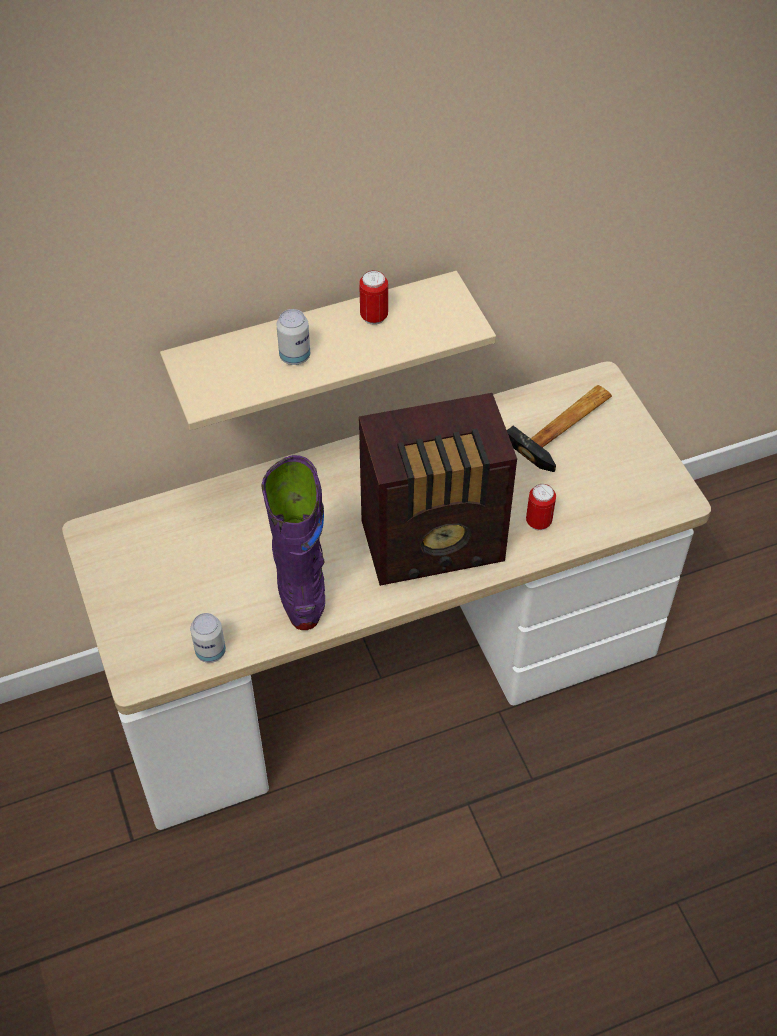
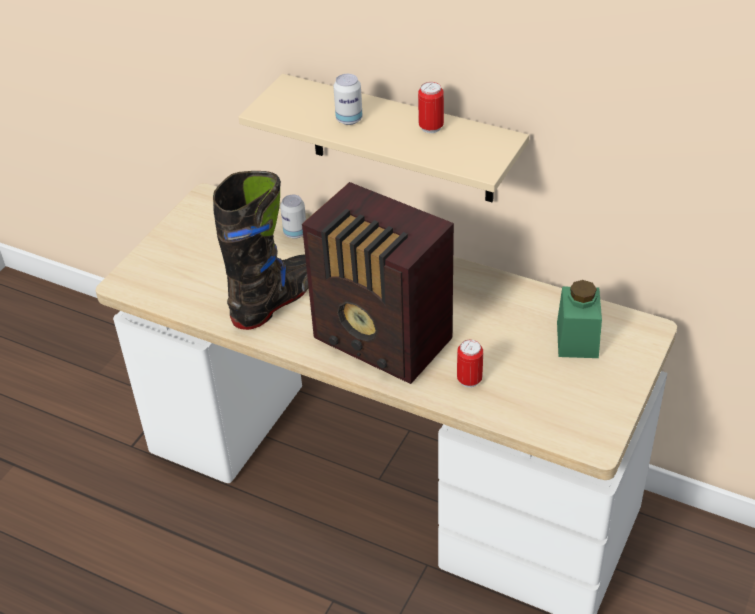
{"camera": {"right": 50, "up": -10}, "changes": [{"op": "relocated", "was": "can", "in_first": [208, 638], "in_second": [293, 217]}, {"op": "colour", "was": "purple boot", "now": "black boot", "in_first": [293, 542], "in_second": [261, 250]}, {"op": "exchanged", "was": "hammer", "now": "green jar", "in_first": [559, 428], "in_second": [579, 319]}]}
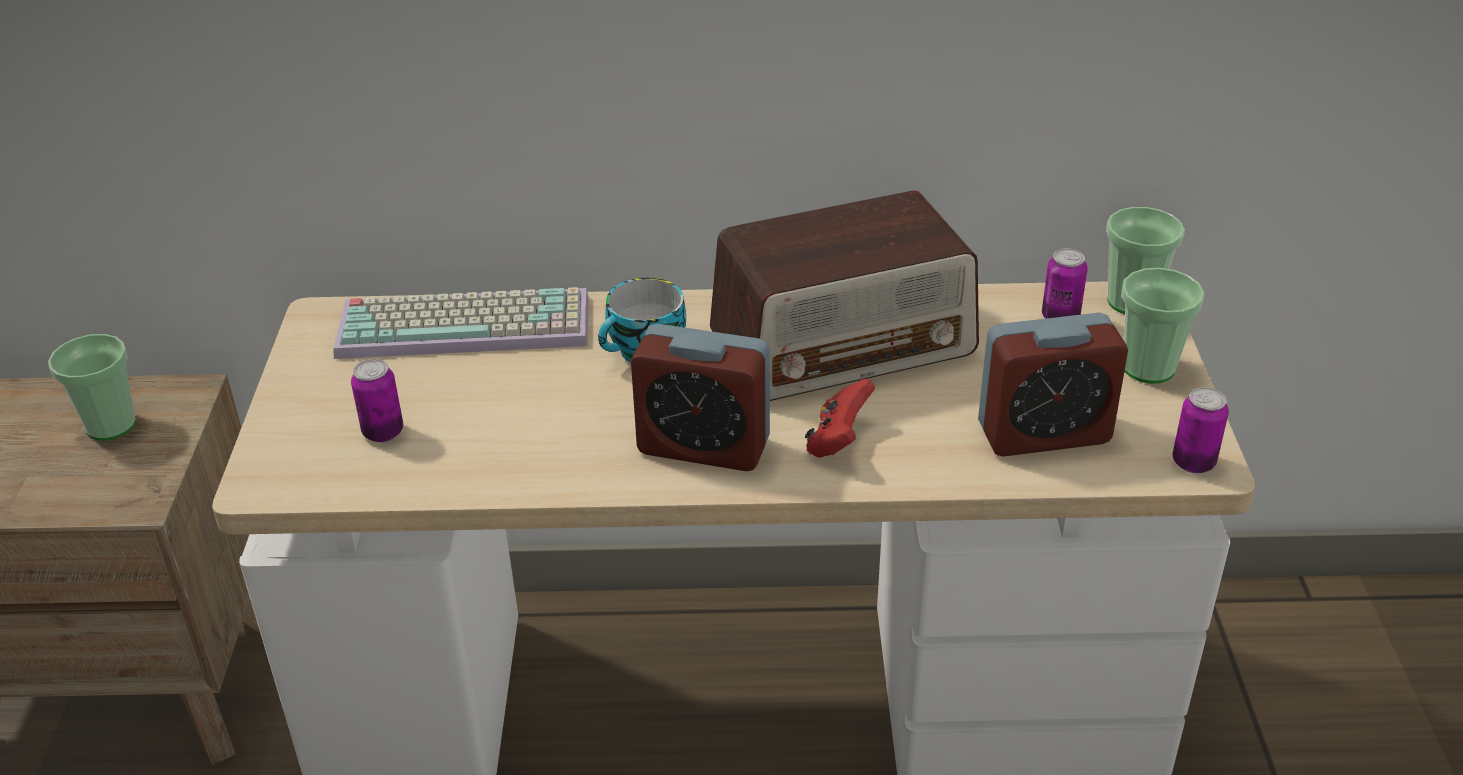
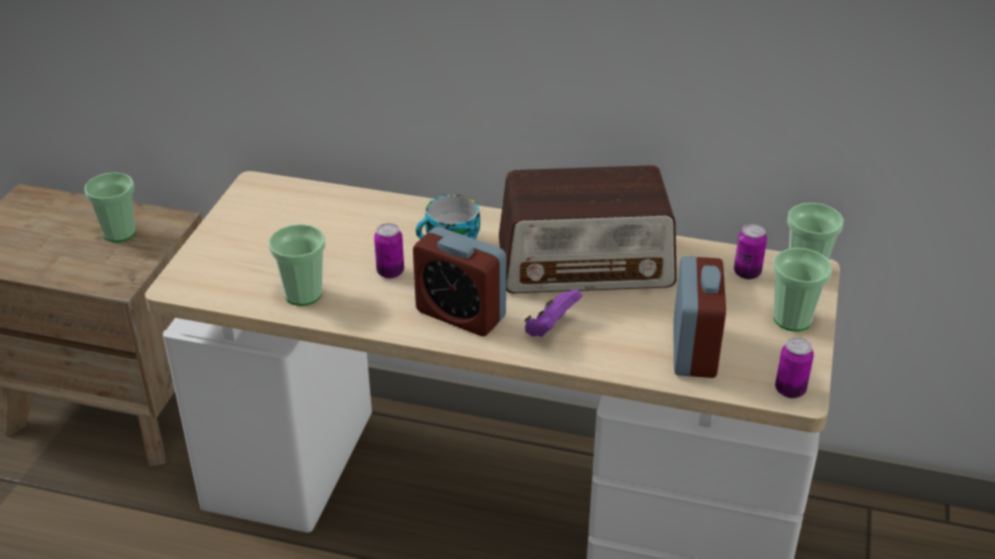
{"camera": {"right": 15, "up": 0}, "changes": [{"op": "missing", "was": "keyboard", "in_first": [461, 323]}, {"op": "relocated", "was": "can", "in_first": [377, 400], "in_second": [389, 251]}, {"op": "colour", "was": "red game controller", "now": "purple game controller", "in_first": [840, 418], "in_second": [553, 313]}, {"op": "spun", "was": "alarm clock", "in_first": [1053, 385], "in_second": [699, 317], "clockwise": -90}, {"op": "appeared", "now": "cup", "in_second": [297, 265]}]}
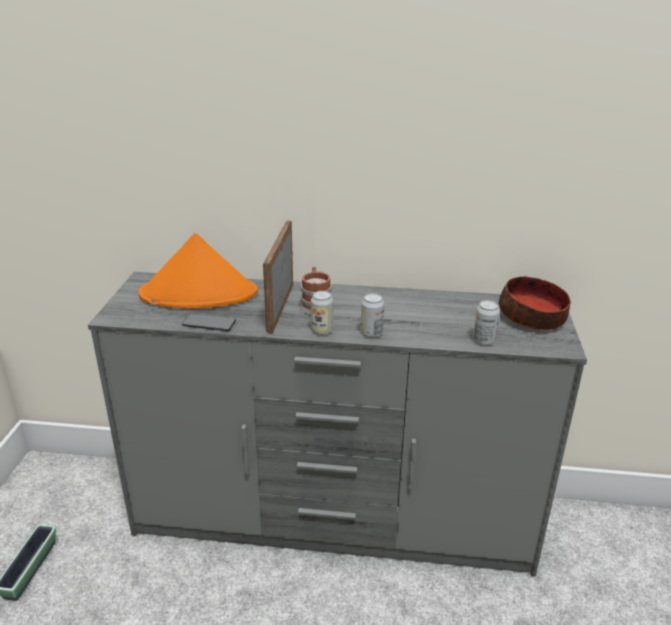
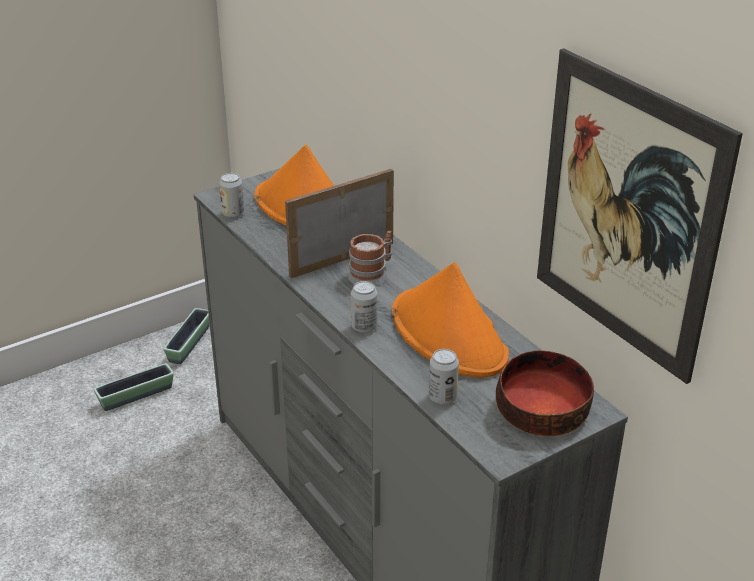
{"camera": {"right": 50, "up": 5}, "changes": [{"op": "missing", "was": "phone", "in_first": [209, 322]}, {"op": "relocated", "was": "can", "in_first": [322, 313], "in_second": [231, 195]}, {"op": "appeared", "now": "planter", "in_second": [186, 336]}, {"op": "appeared", "now": "orange hat", "in_second": [450, 320]}, {"op": "appeared", "now": "picture", "in_second": [640, 216]}]}
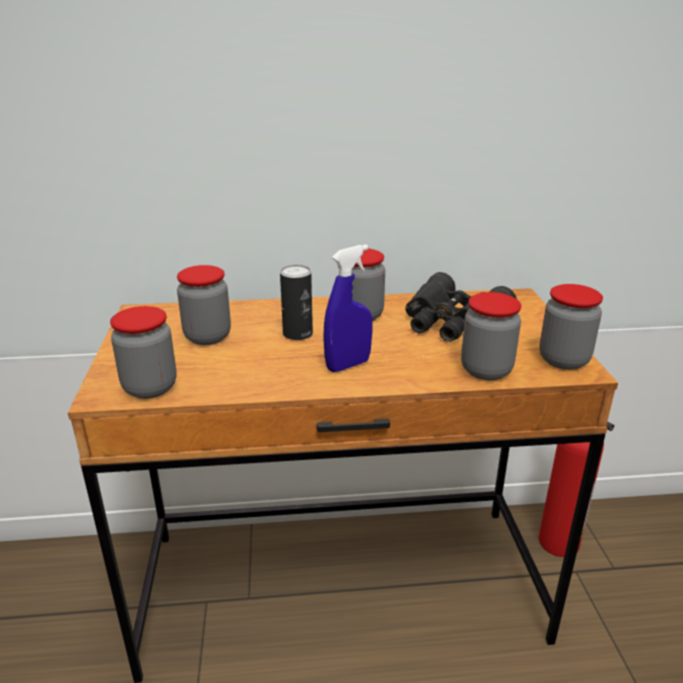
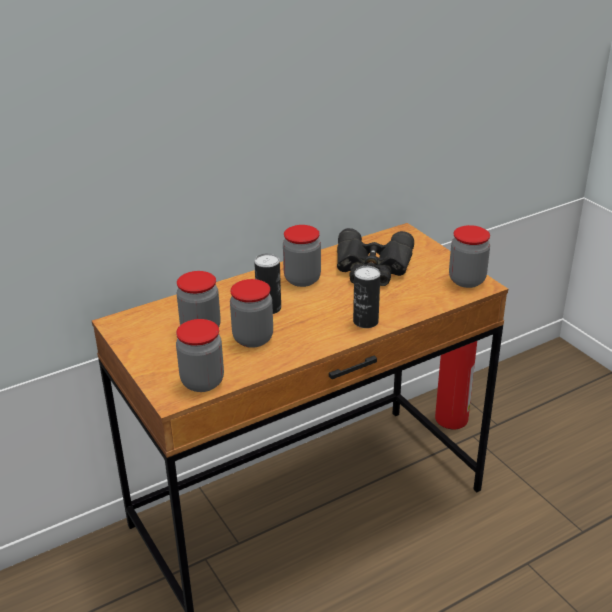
{"camera": {"right": -25, "up": 5}, "changes": [{"op": "missing", "was": "blue spray bottle", "in_first": [348, 308]}, {"op": "relocated", "was": "jar", "in_first": [491, 336], "in_second": [251, 313]}, {"op": "appeared", "now": "can", "in_second": [366, 297]}]}
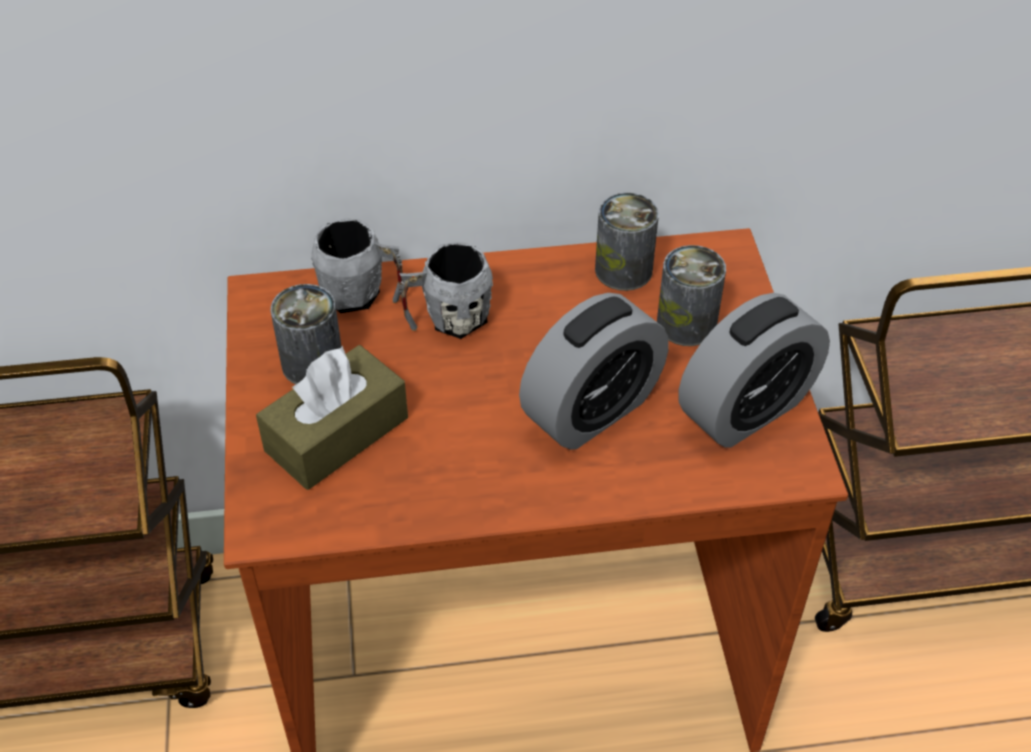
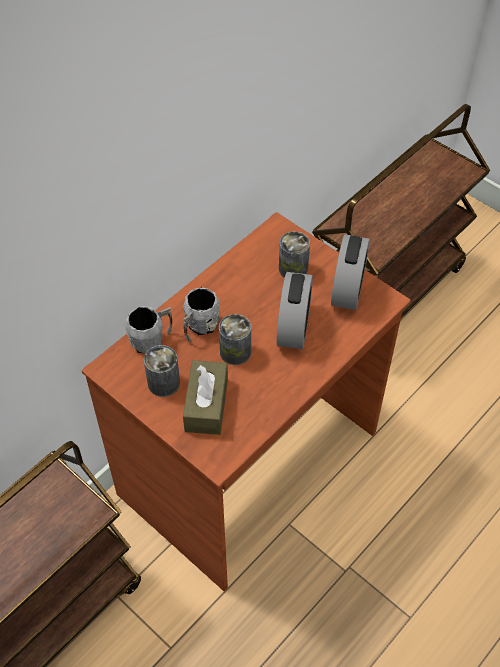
{"camera": {"right": -40, "up": 5}, "changes": [{"op": "relocated", "was": "can", "in_first": [627, 242], "in_second": [235, 339]}]}
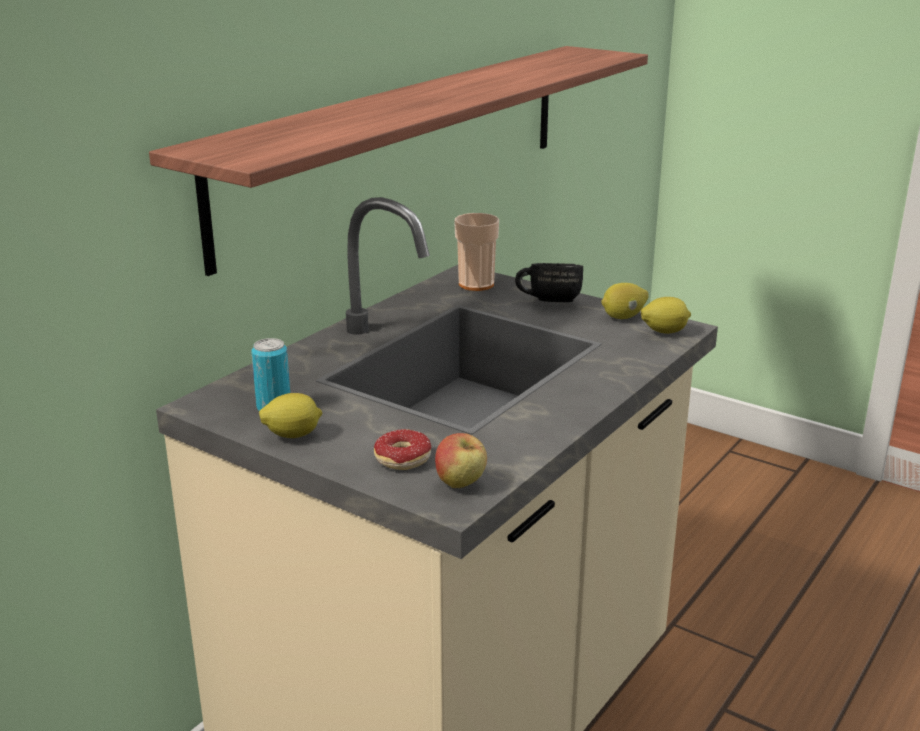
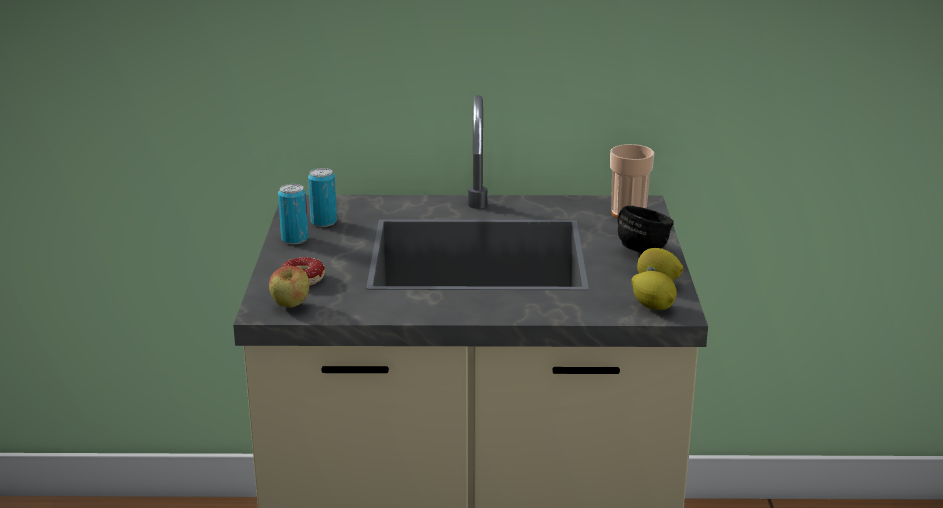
{"camera": {"right": 55, "up": 0}, "changes": [{"op": "missing", "was": "shelf", "in_first": [398, 161]}, {"op": "exchanged", "was": "lemon", "now": "can", "in_first": [290, 415], "in_second": [293, 214]}]}
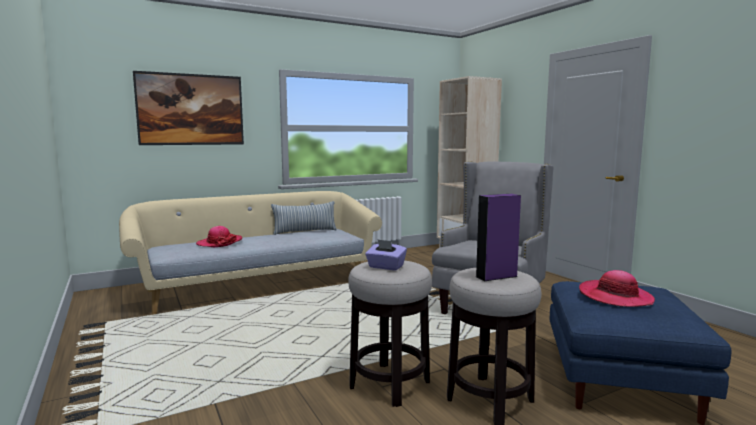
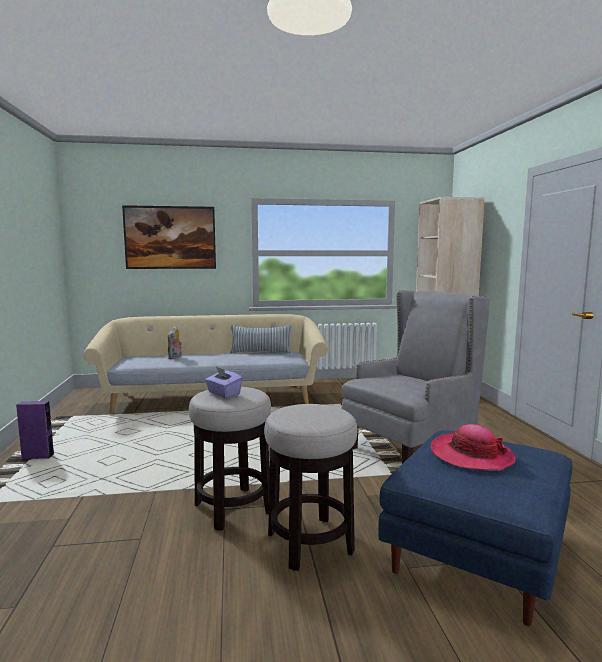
{"camera": {"right": 20, "up": 0}, "changes": [{"op": "exchanged", "was": "hat", "now": "plush toy", "in_first": [219, 236], "in_second": [175, 342]}, {"op": "relocated", "was": "purple speaker", "in_first": [498, 237], "in_second": [35, 430]}]}
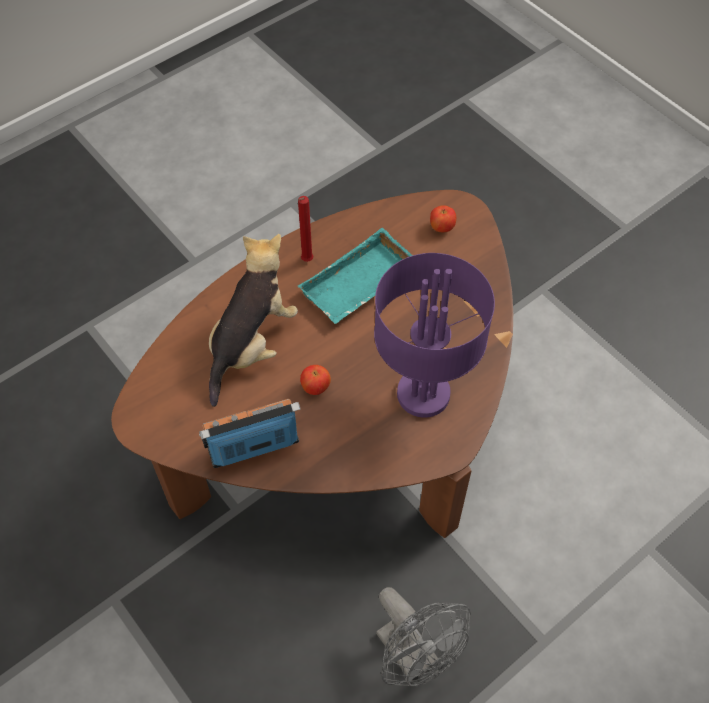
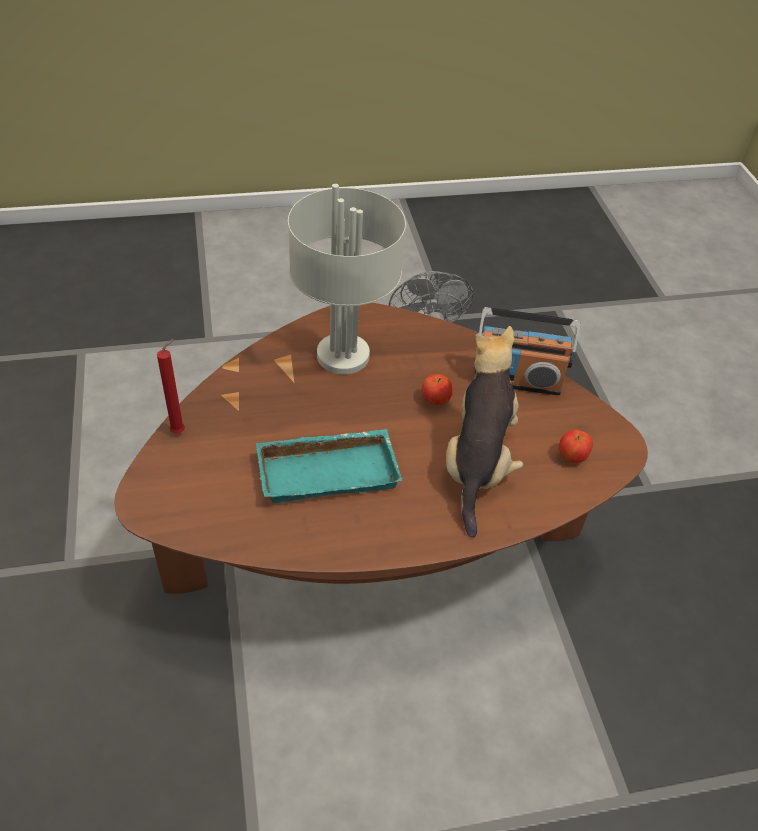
{"camera": {"right": -155, "up": -10}, "changes": [{"op": "spun", "was": "plush toy", "in_first": [253, 320], "in_second": [484, 432], "clockwise": 135}, {"op": "relocated", "was": "red candle", "in_first": [306, 229], "in_second": [171, 386]}, {"op": "colour", "was": "purple table lamp", "now": "grey table lamp", "in_first": [434, 335], "in_second": [347, 279]}, {"op": "relocated", "was": "apple", "in_first": [443, 218], "in_second": [576, 446]}]}
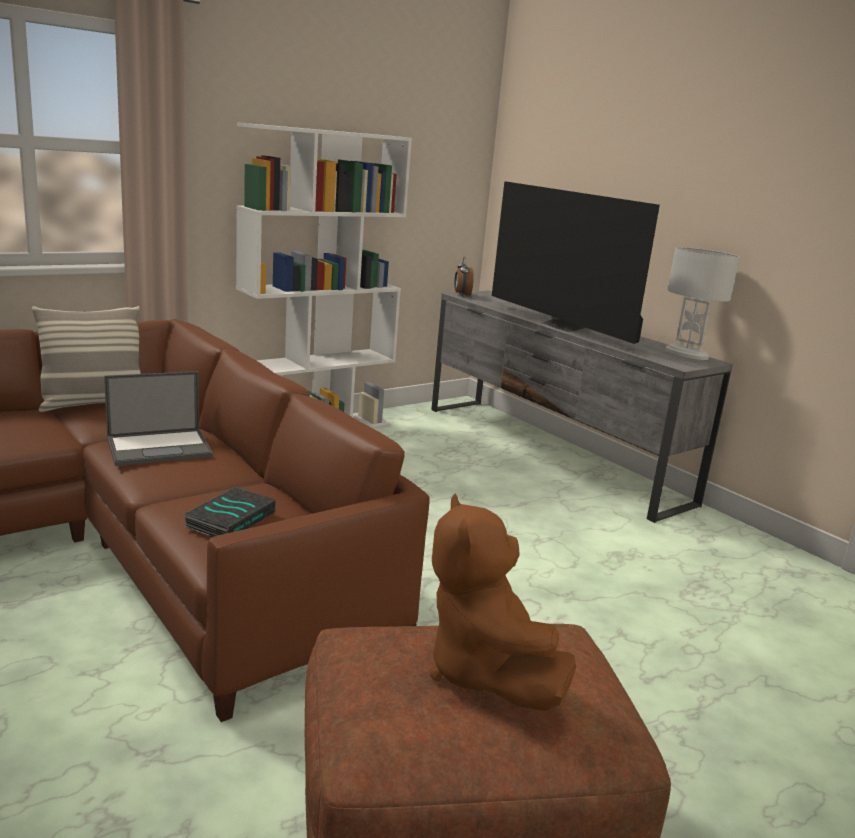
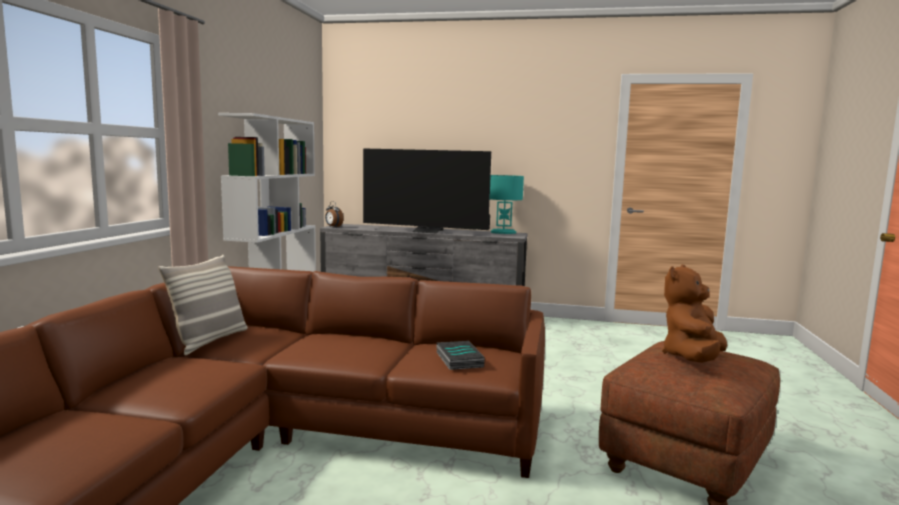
{"camera": {"right": -40, "up": -10}, "changes": [{"op": "missing", "was": "laptop", "in_first": [158, 418]}, {"op": "spun", "was": "brown plush toy", "in_first": [502, 602], "in_second": [694, 314], "clockwise": 90}, {"op": "colour", "was": "white table lamp", "now": "turquoise table lamp", "in_first": [702, 303], "in_second": [507, 204]}]}
